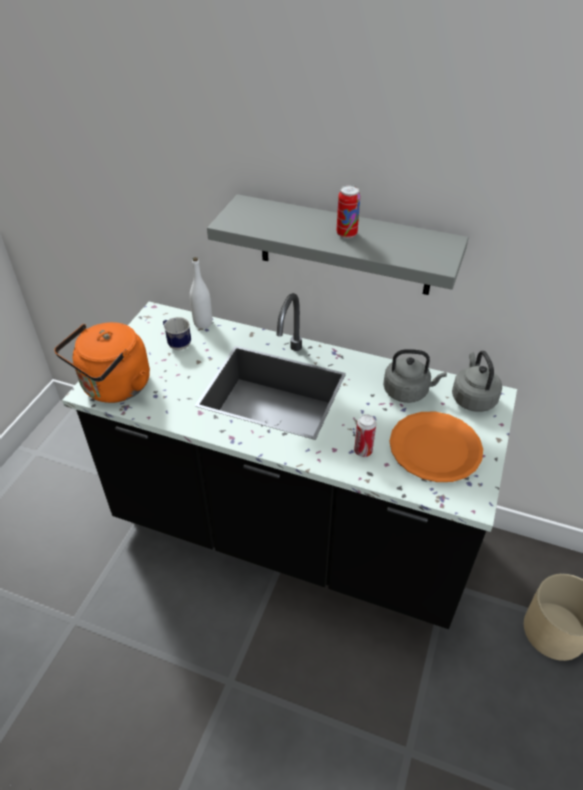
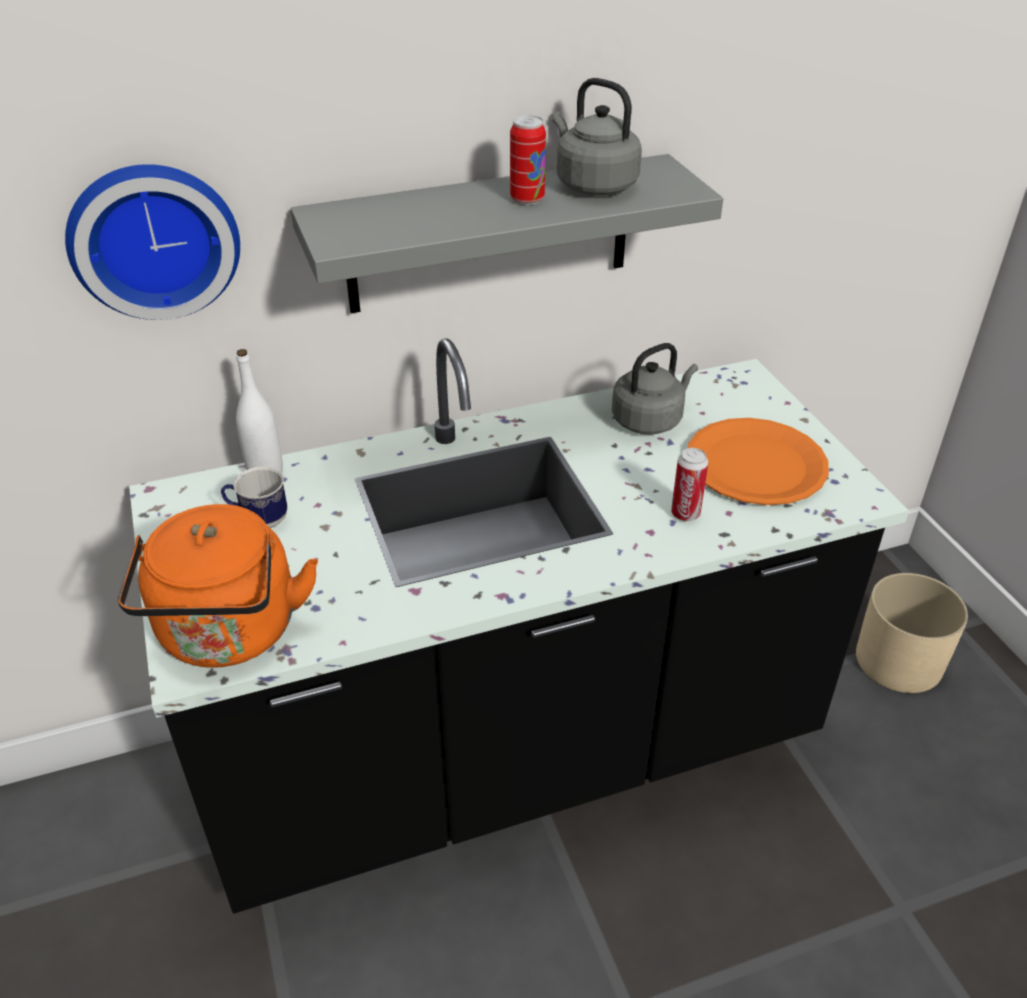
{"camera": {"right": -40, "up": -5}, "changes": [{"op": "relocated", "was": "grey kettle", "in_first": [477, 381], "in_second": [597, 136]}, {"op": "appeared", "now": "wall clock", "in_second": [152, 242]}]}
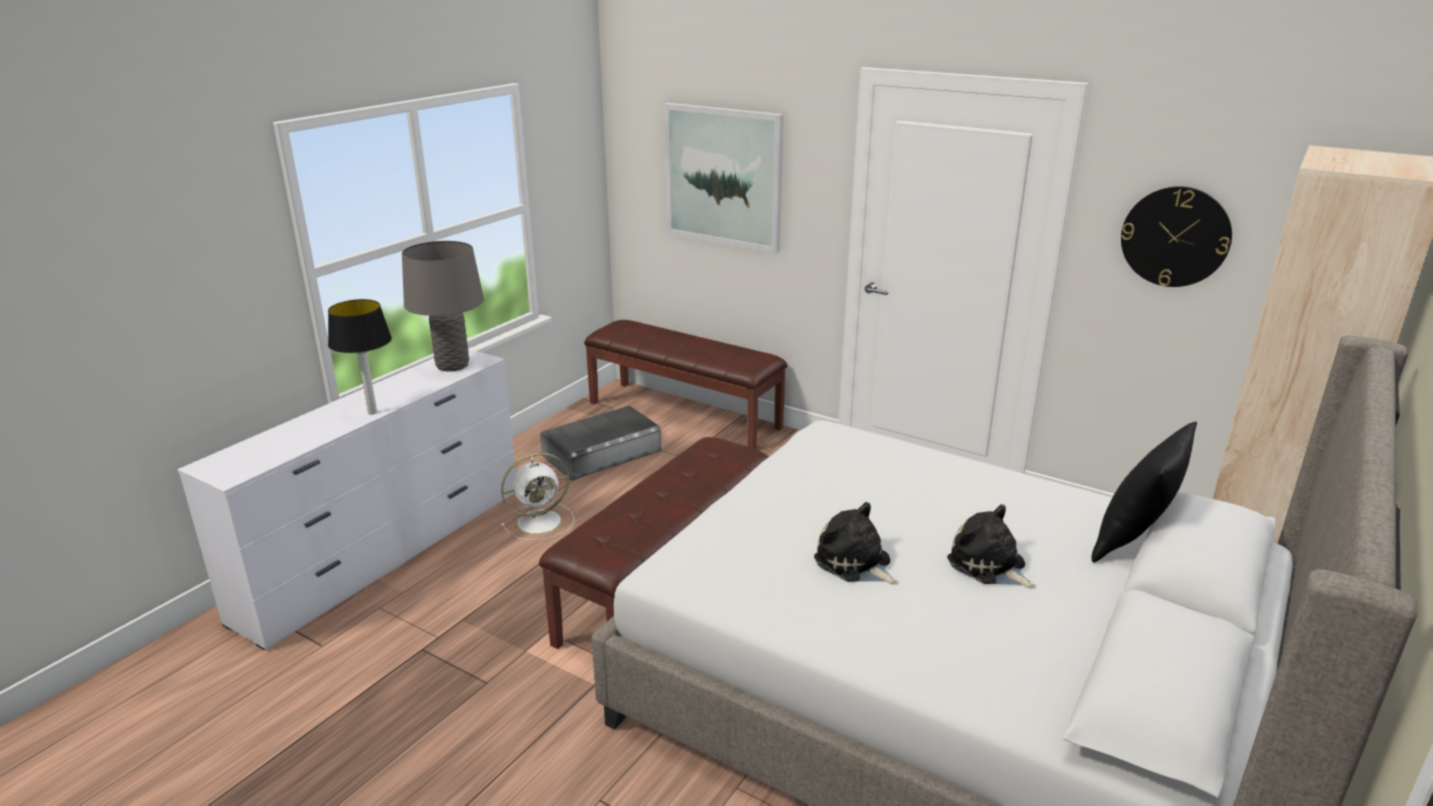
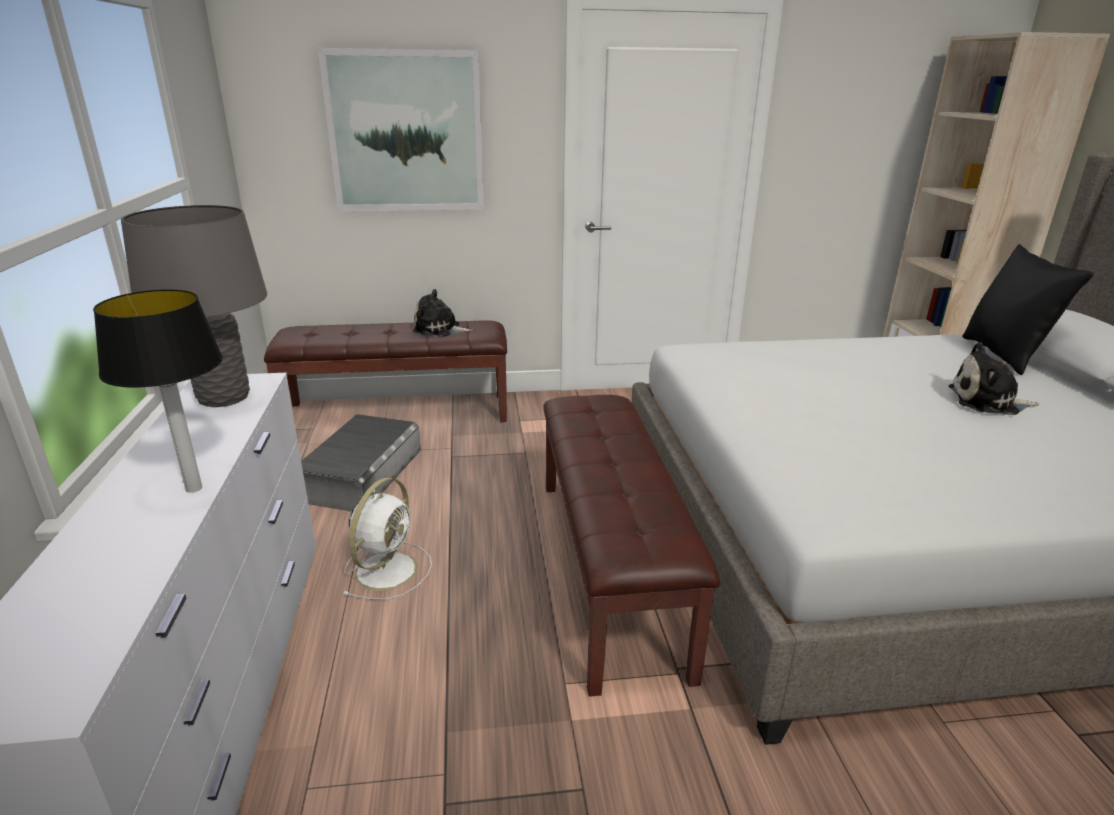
{"camera": {"right": -40, "up": 0}, "changes": [{"op": "relocated", "was": "plush toy", "in_first": [856, 543], "in_second": [443, 313]}, {"op": "missing", "was": "wall clock", "in_first": [1176, 236]}]}
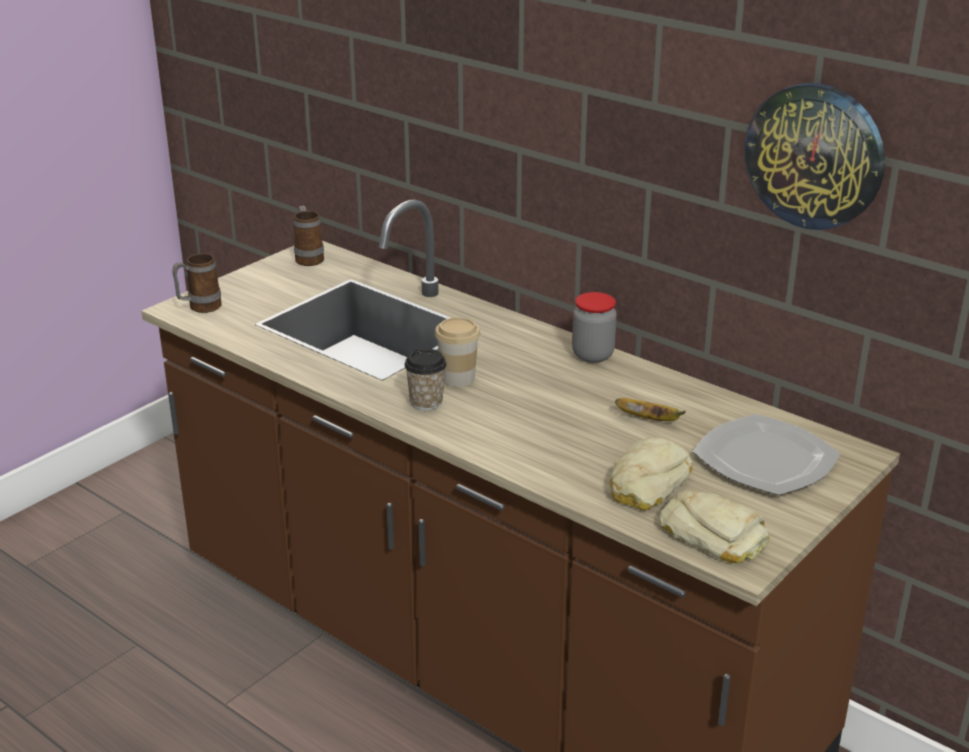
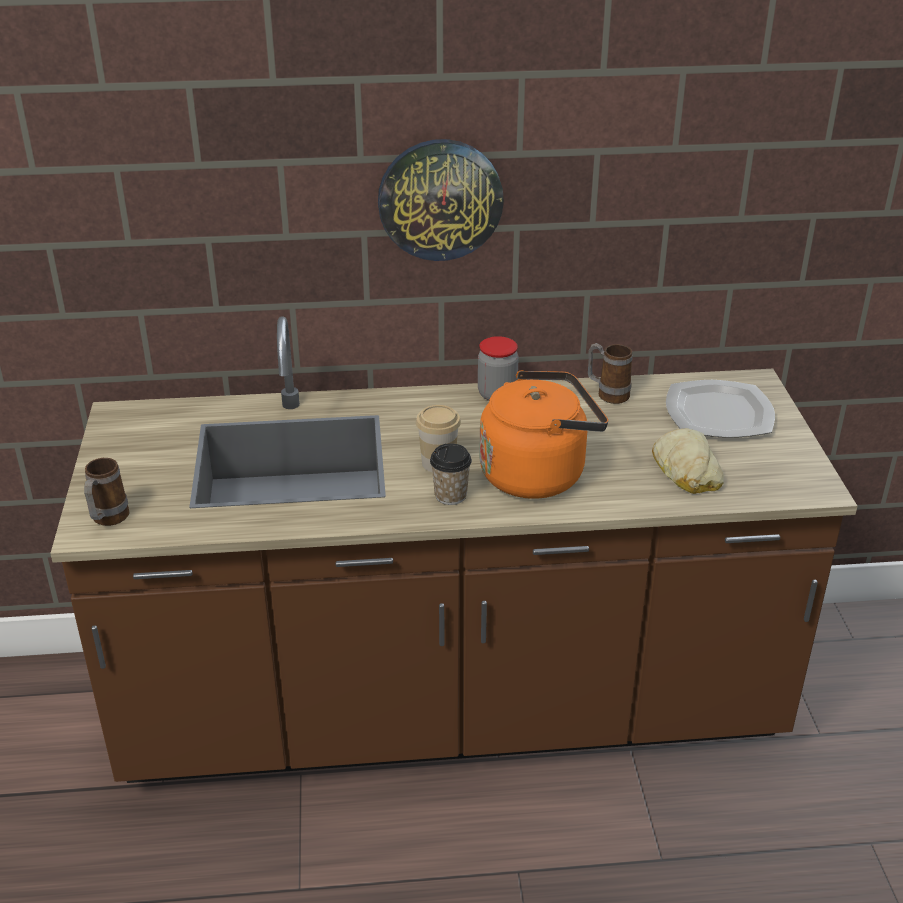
{"camera": {"right": -45, "up": 5}, "changes": [{"op": "relocated", "was": "mug", "in_first": [309, 235], "in_second": [610, 373]}, {"op": "missing", "was": "banana", "in_first": [650, 409]}, {"op": "missing", "was": "bread", "in_first": [714, 527]}, {"op": "relocated", "was": "wall clock", "in_first": [814, 156], "in_second": [441, 200]}, {"op": "appeared", "now": "orange kettle", "in_second": [543, 434]}]}
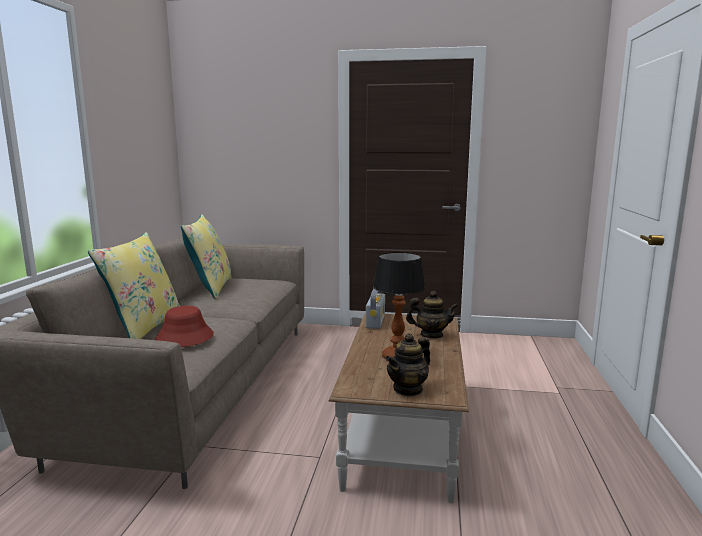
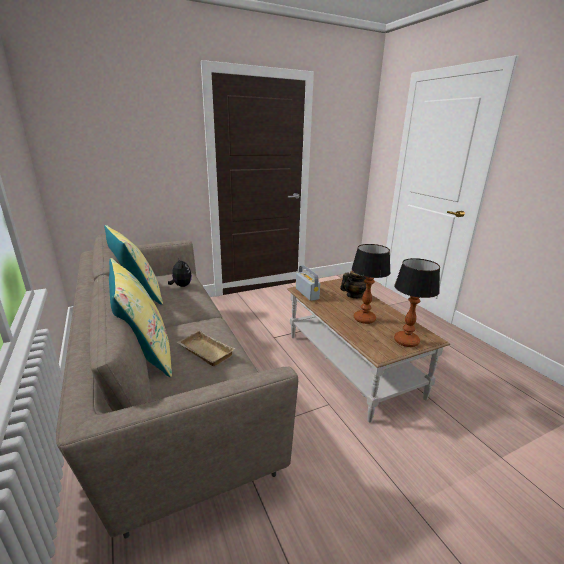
{"camera": {"right": -35, "up": 10}, "changes": [{"op": "exchanged", "was": "red hat", "now": "beige tray", "in_first": [184, 326], "in_second": [206, 348]}, {"op": "exchanged", "was": "teapot", "now": "table lamp", "in_first": [407, 365], "in_second": [417, 302]}, {"op": "appeared", "now": "plush toy", "in_second": [180, 272]}]}
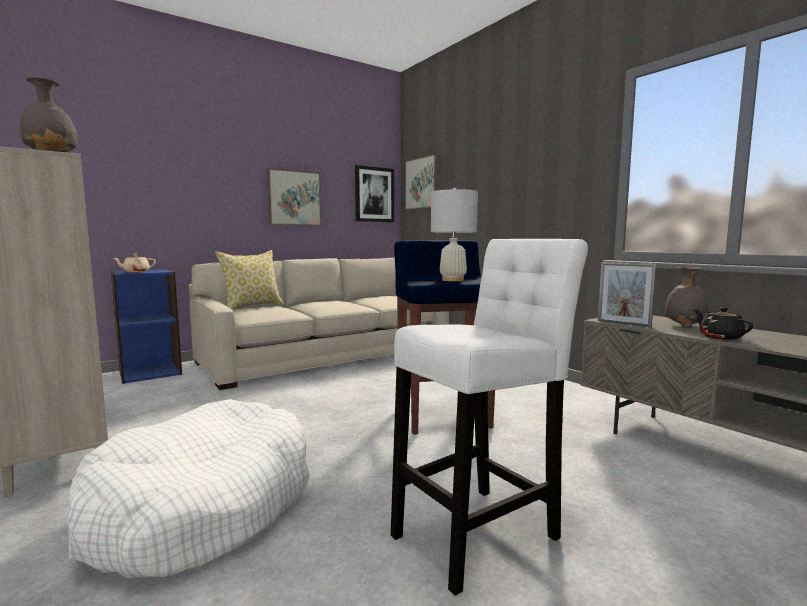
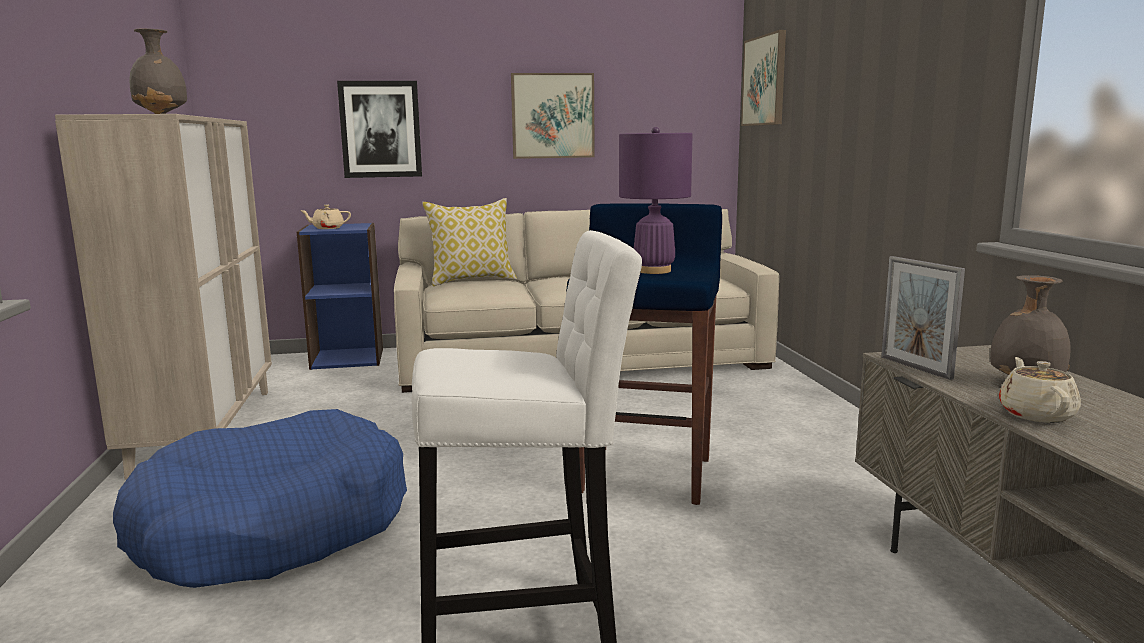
{"camera": {"right": 25, "up": 5}, "changes": [{"op": "colour", "was": "white dog bed", "now": "blue dog bed", "in_first": [188, 488], "in_second": [260, 498]}, {"op": "relocated", "was": "picture", "in_first": [374, 193], "in_second": [379, 129]}, {"op": "colour", "was": "white table lamp", "now": "purple table lamp", "in_first": [454, 234], "in_second": [656, 200]}, {"op": "colour", "was": "black teapot", "now": "beige teapot", "in_first": [723, 324], "in_second": [1040, 390]}]}
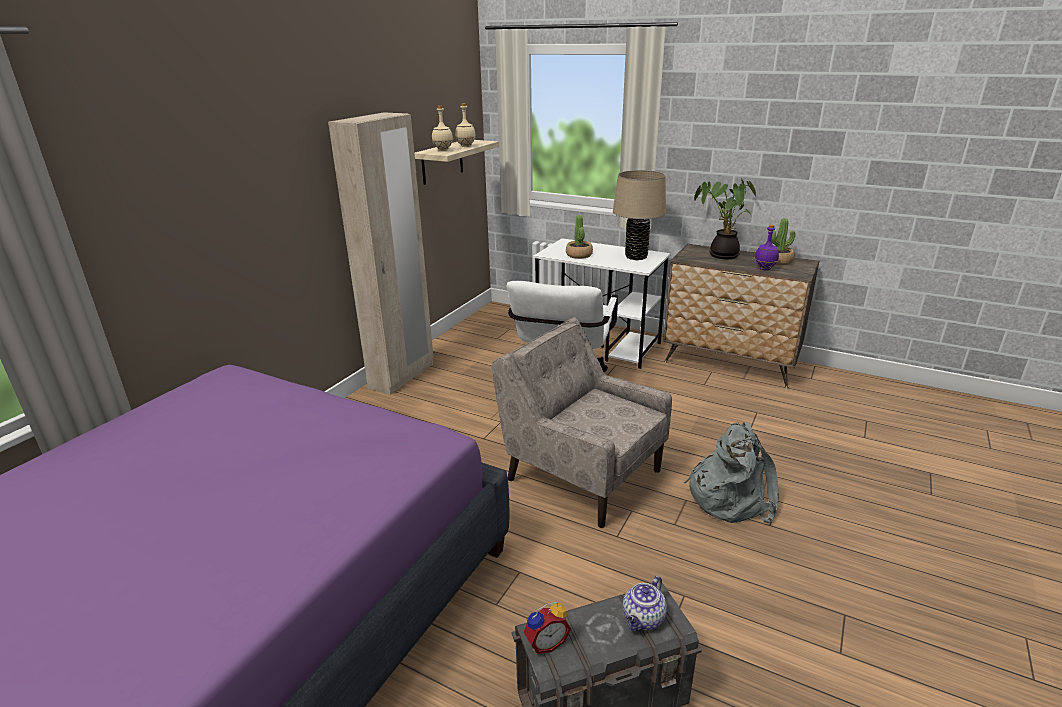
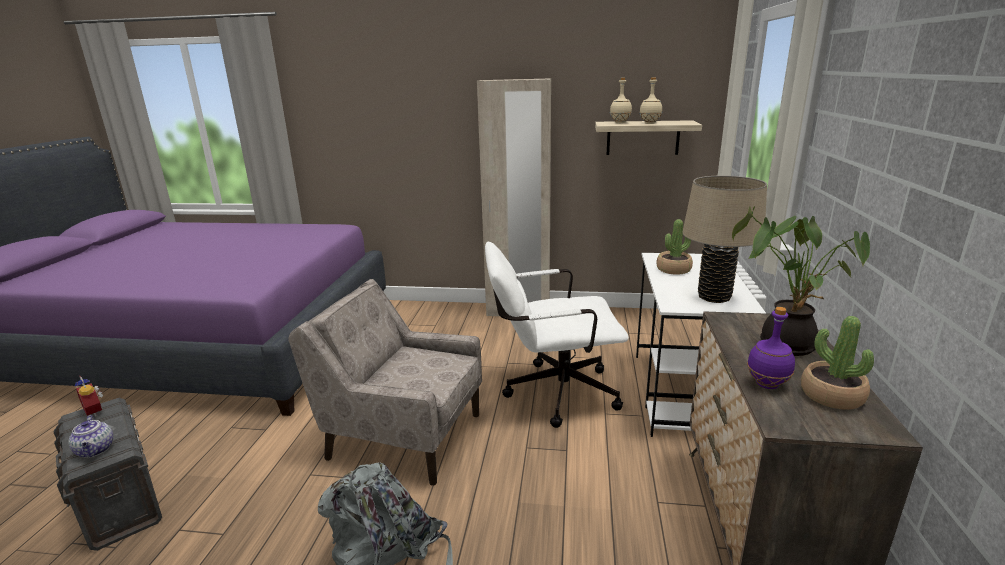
{"camera": {"right": 70, "up": -5}, "changes": [{"op": "spun", "was": "beige armchair", "in_first": [581, 422], "in_second": [385, 382], "clockwise": -90}, {"op": "spun", "was": "teapot", "in_first": [645, 603], "in_second": [90, 436], "clockwise": -135}]}
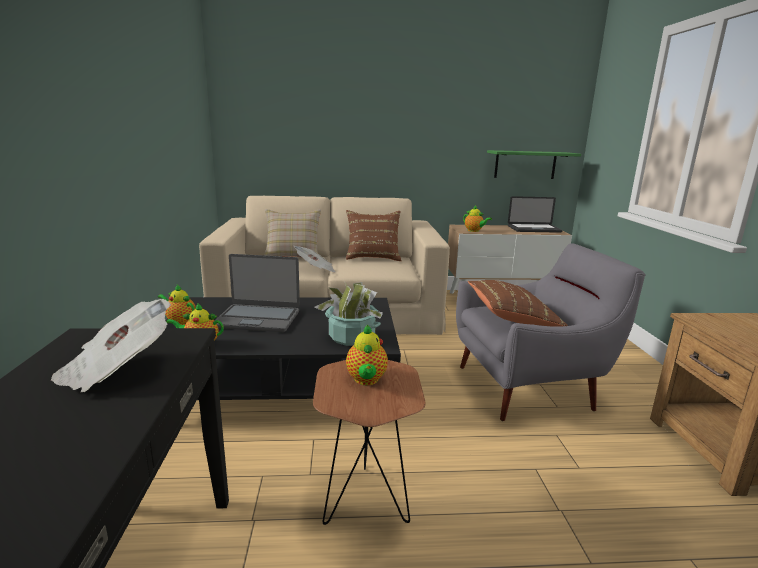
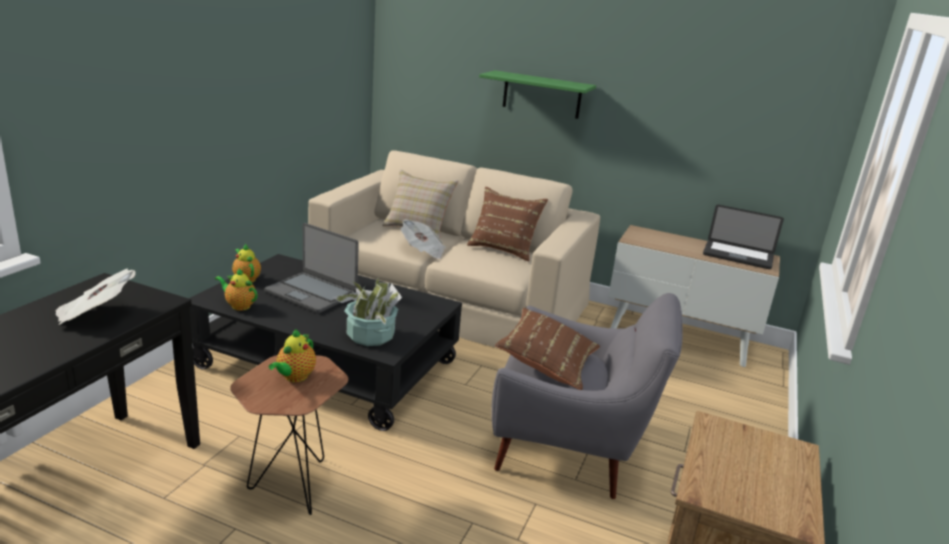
{"camera": {"right": 25, "up": 5}, "changes": [{"op": "missing", "was": "teapot", "in_first": [477, 218]}, {"op": "relocated", "was": "green shelf", "in_first": [534, 164], "in_second": [537, 94]}]}
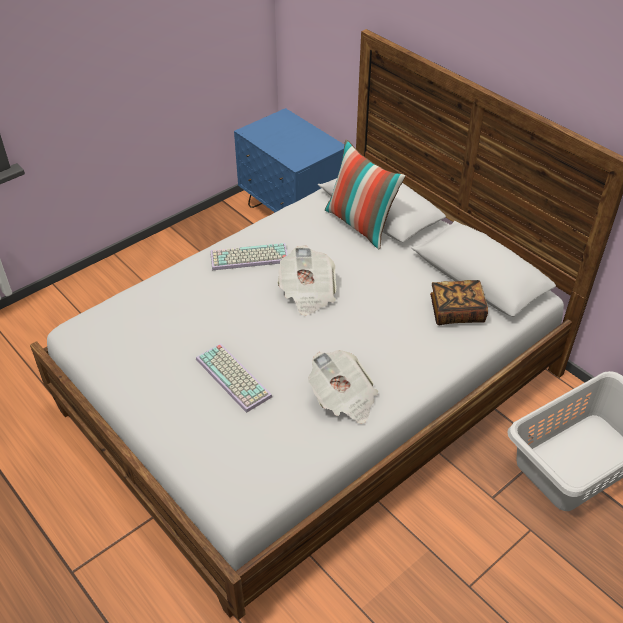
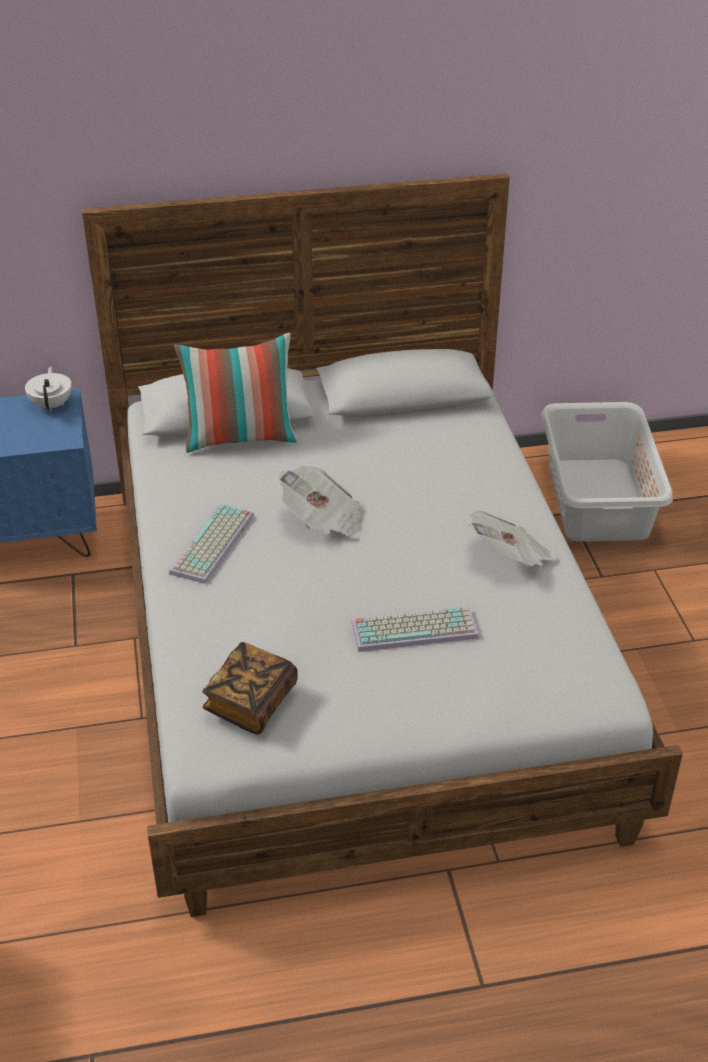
{"camera": {"right": -60, "up": -5}, "changes": [{"op": "relocated", "was": "book", "in_first": [459, 302], "in_second": [250, 688]}, {"op": "appeared", "now": "white teapot", "in_second": [48, 389]}]}
